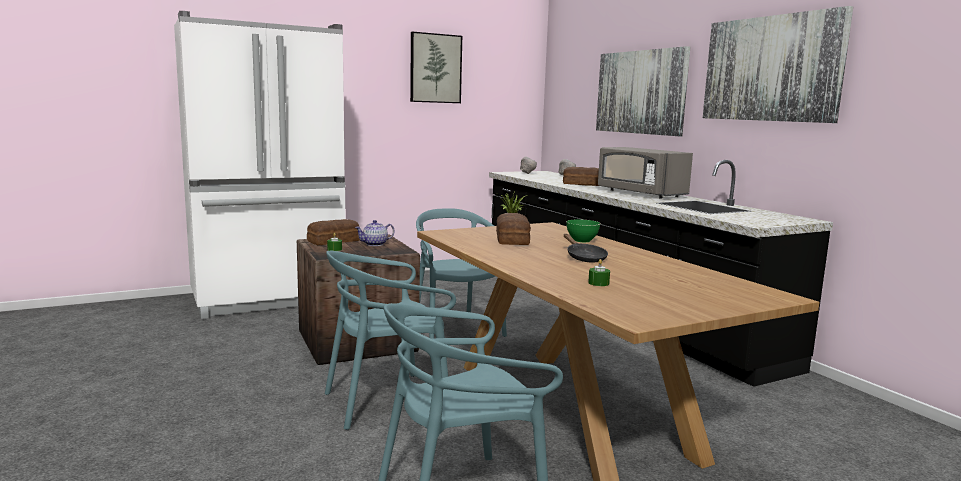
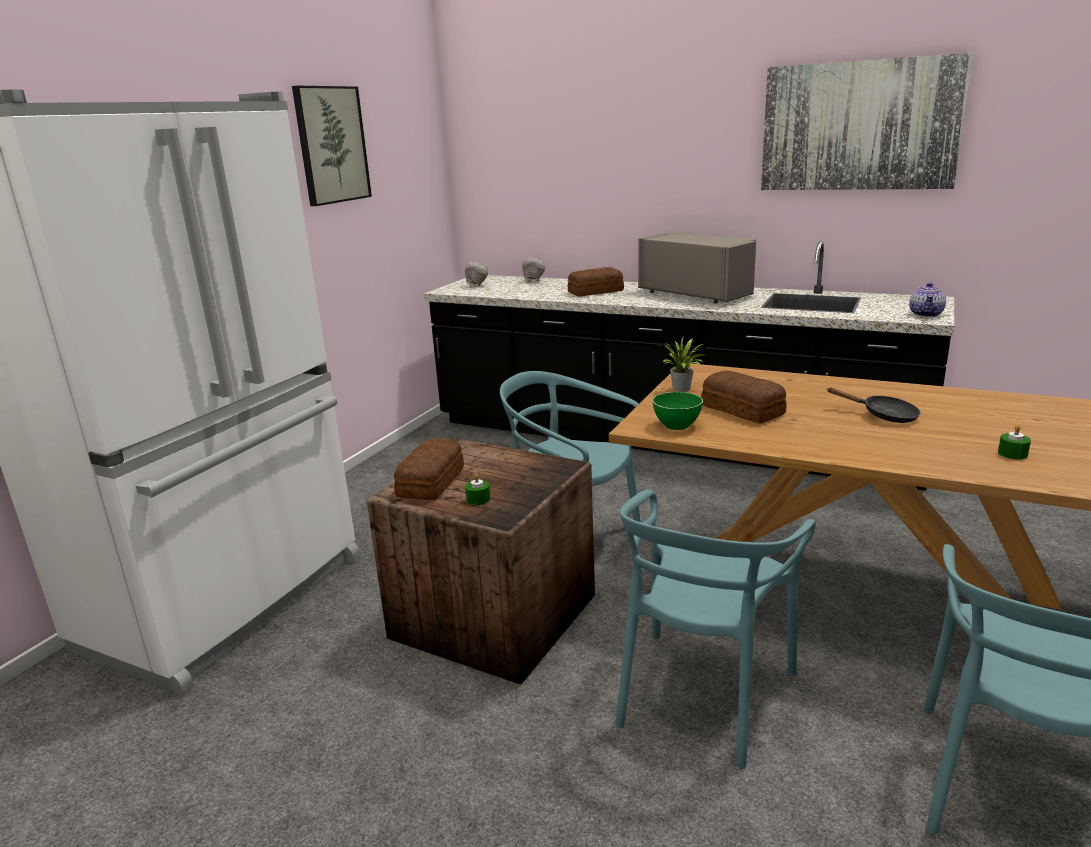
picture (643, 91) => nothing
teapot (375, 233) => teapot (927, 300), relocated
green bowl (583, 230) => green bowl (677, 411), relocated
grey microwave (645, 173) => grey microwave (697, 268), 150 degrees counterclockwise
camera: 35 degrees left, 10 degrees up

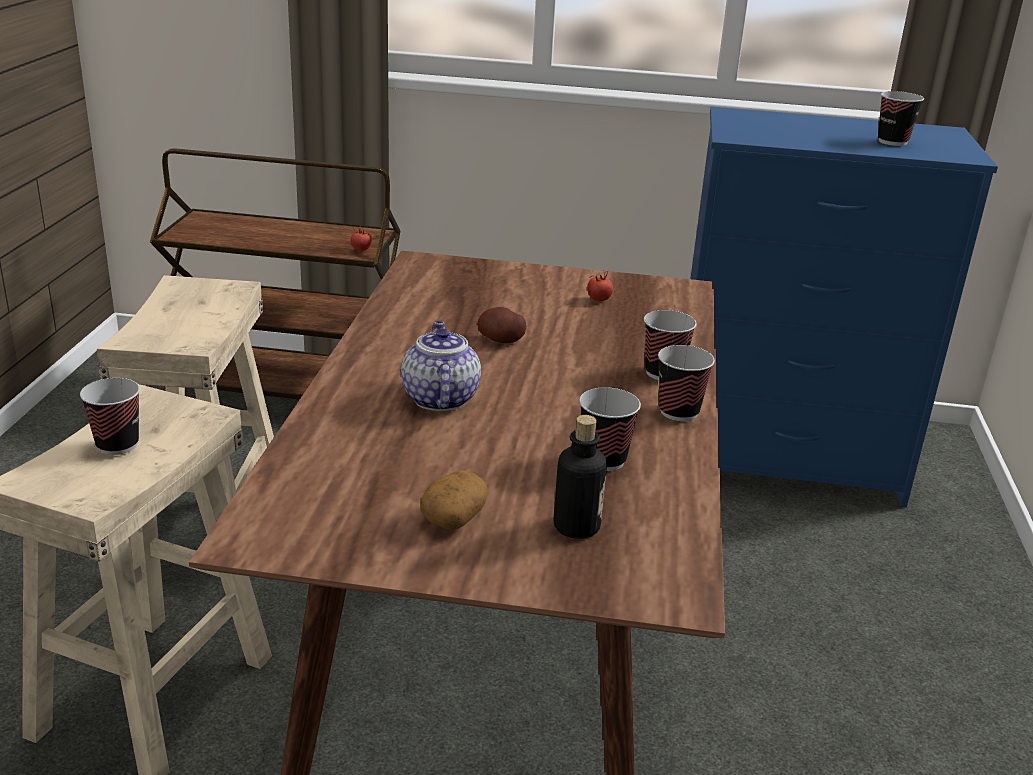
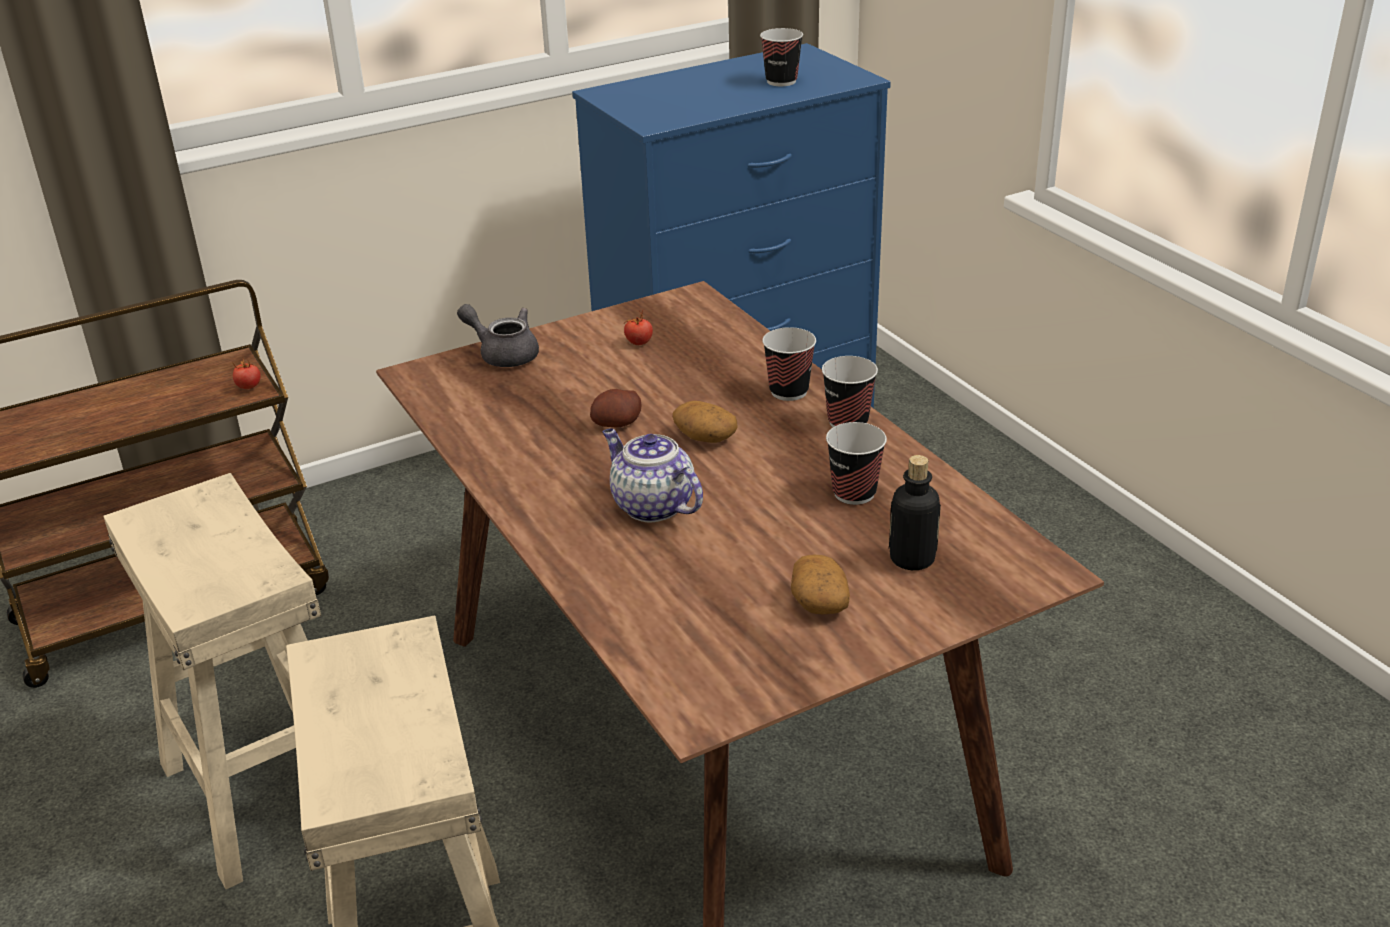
cup (110, 416) => nothing
nothing => grey teapot (498, 335)
nothing => potato (705, 422)
camera: 35 degrees left, 5 degrees up

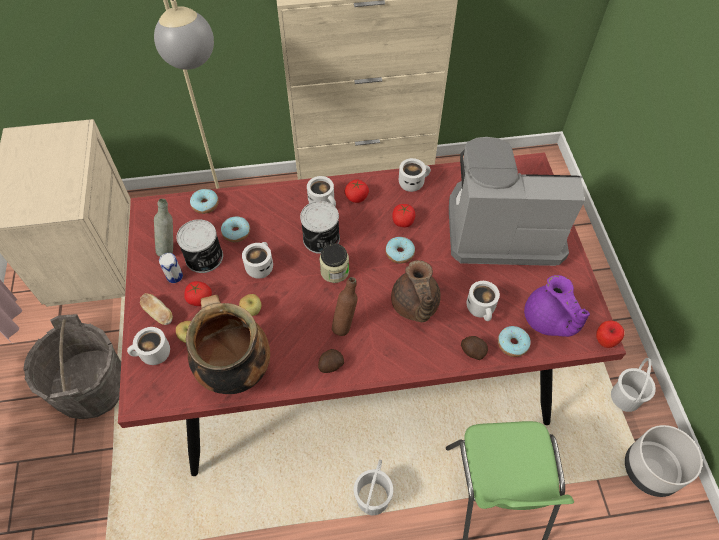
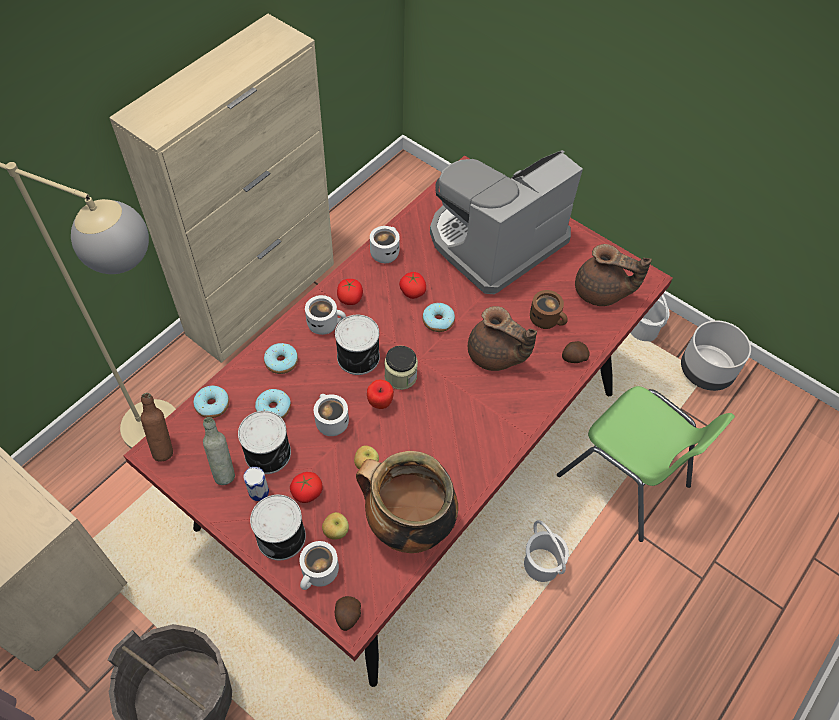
potato (331, 361) => potato (348, 613), relocated
brown bottle (345, 306) => brown bottle (157, 427), relocated
donut (514, 341) => donut (281, 358), relocated
apple (610, 334) => apple (380, 394), relocated
bread (156, 309) => can (278, 527)
white mug (483, 301) => brown mug (549, 309)
purple teapot (557, 306) => brown teapot (613, 275)
camera: 45 degrees left, 0 degrees up

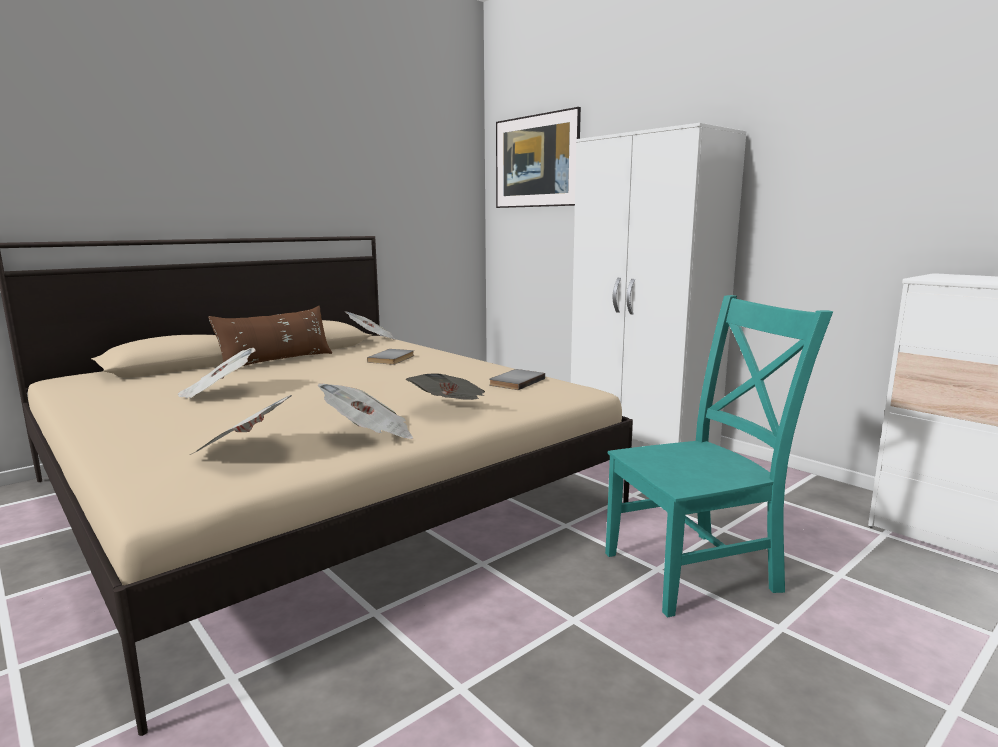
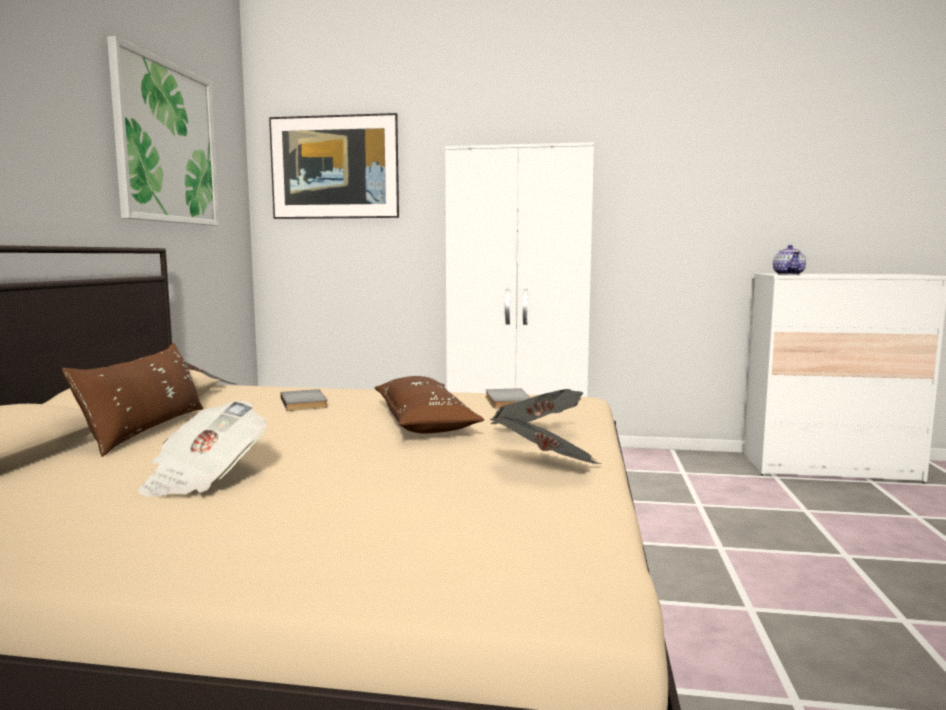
newspaper (241, 425) => nothing
turquoise chair (719, 456) => nothing
nothing => picture (163, 131)
nothing => brown pillow (429, 405)
nothing => teapot (789, 260)
camera: 40 degrees left, 5 degrees down

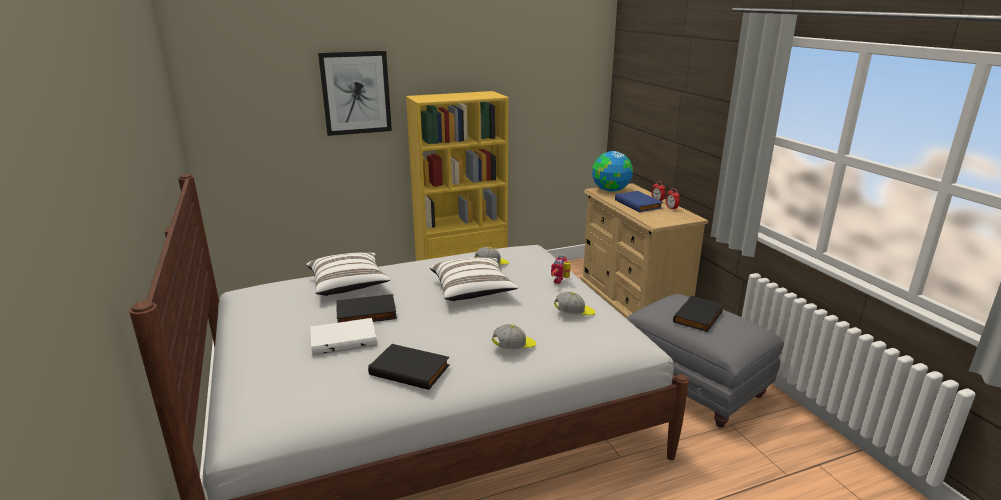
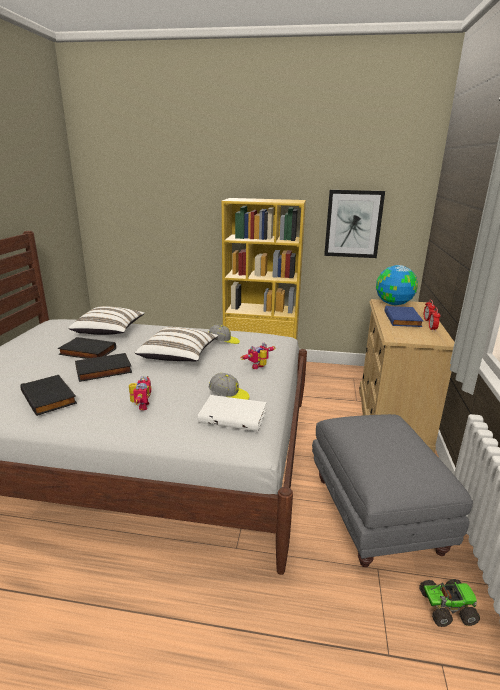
nothing => toy truck (449, 603)
white book (344, 337) => white book (232, 413), relocated
picture (355, 93) => picture (354, 224), relocated
black book (698, 314) => black book (103, 367), relocated
cap (514, 336) => toy robot (140, 393)
camera: 30 degrees right, 0 degrees up

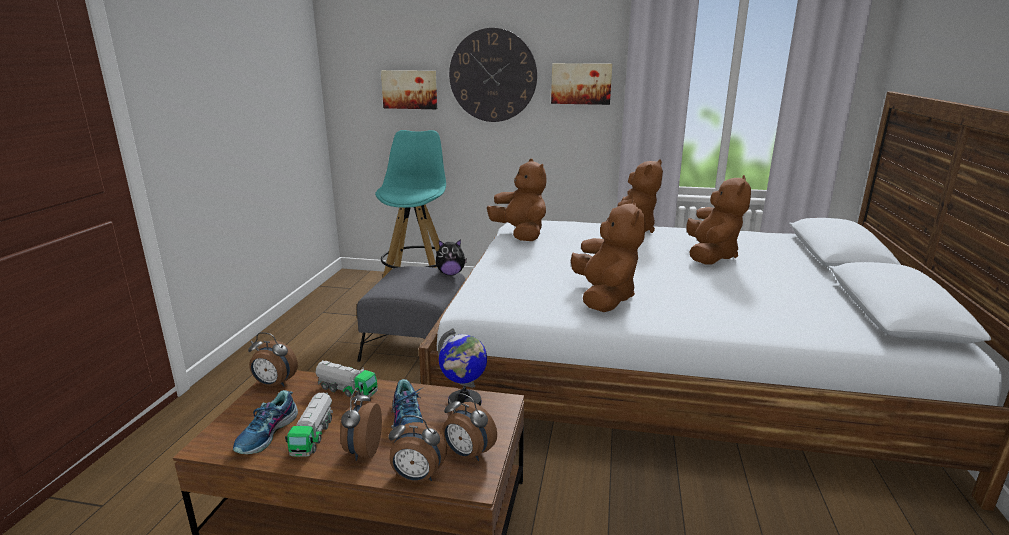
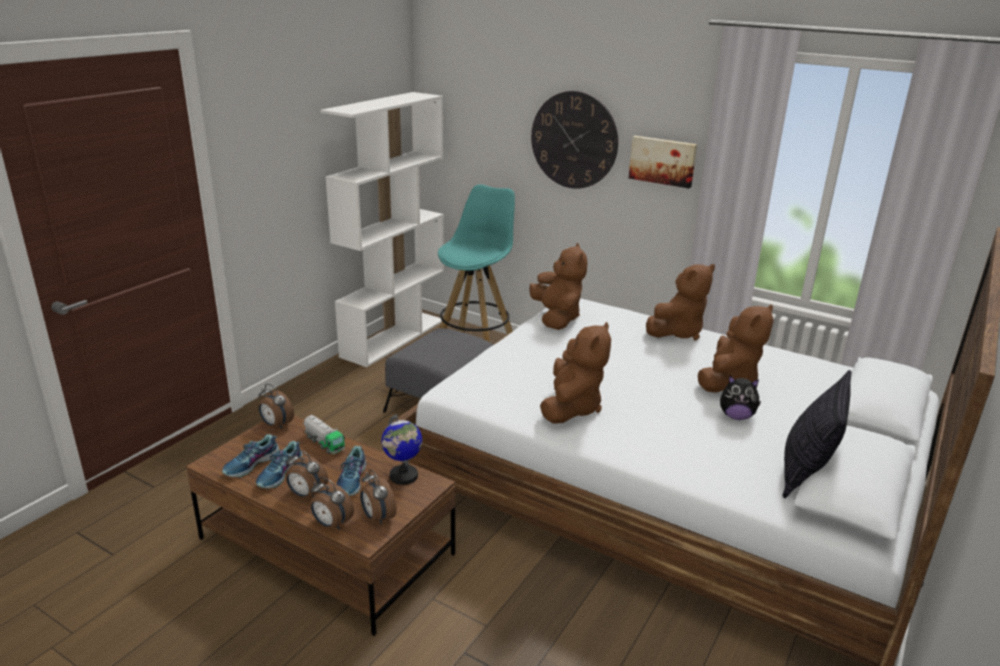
picture (409, 89) => nothing
nothing => white bookcase (382, 229)
nothing => pillow (816, 434)
plush toy (451, 257) => plush toy (740, 398), relocated
toy truck (309, 425) => shoe (279, 464)
alarm clock (361, 424) => alarm clock (307, 474), 90 degrees counterclockwise
camera: 20 degrees right, 5 degrees up

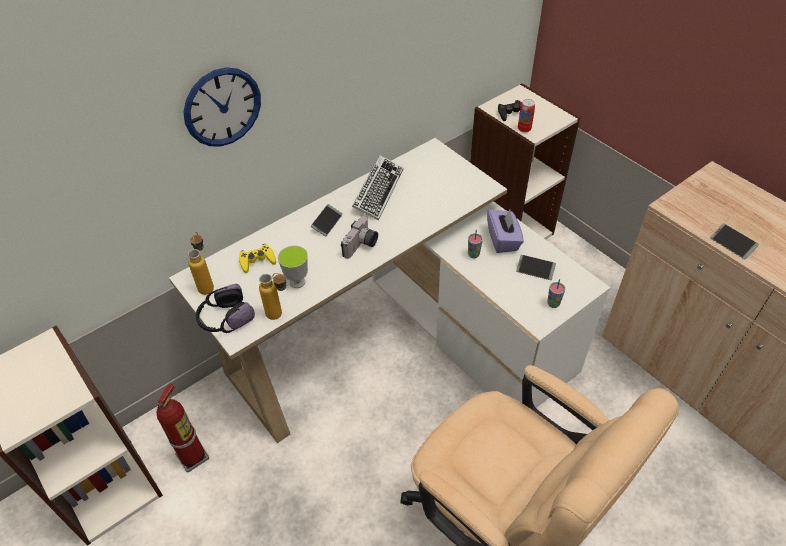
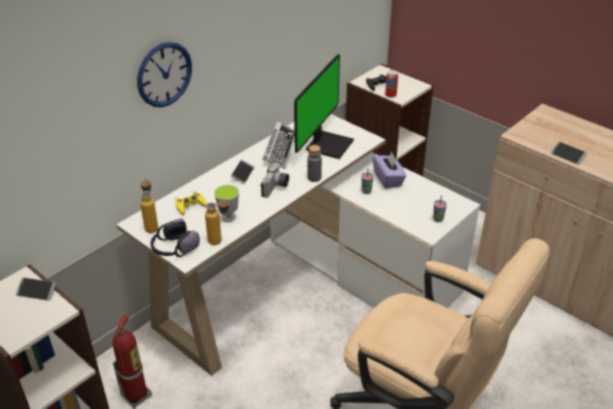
nothing => monitor (324, 106)
nothing => grey bottle (314, 163)
phone (536, 267) => phone (36, 289), relocated
camera: 10 degrees left, 10 degrees down

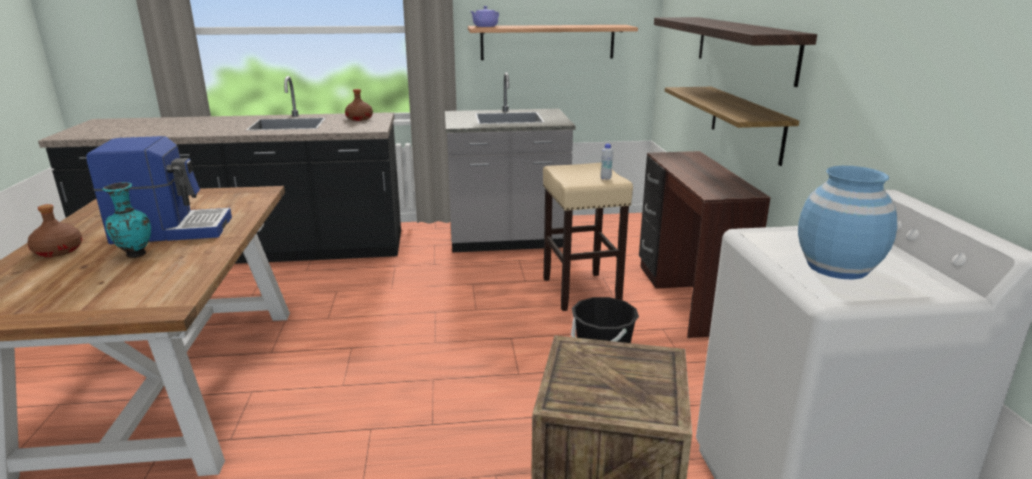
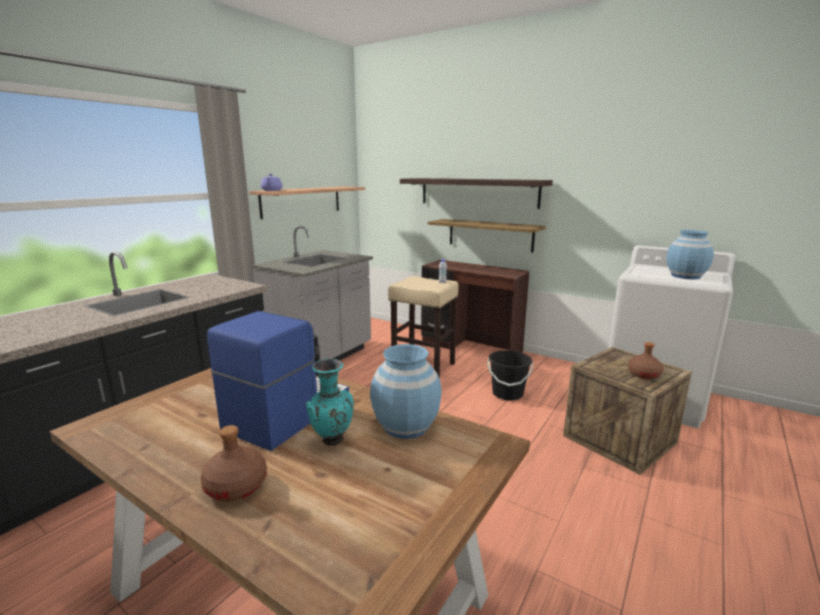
nothing => blue vase (406, 391)
brown bottle (359, 105) => brown bottle (646, 360), relocated
camera: 50 degrees left, 5 degrees down

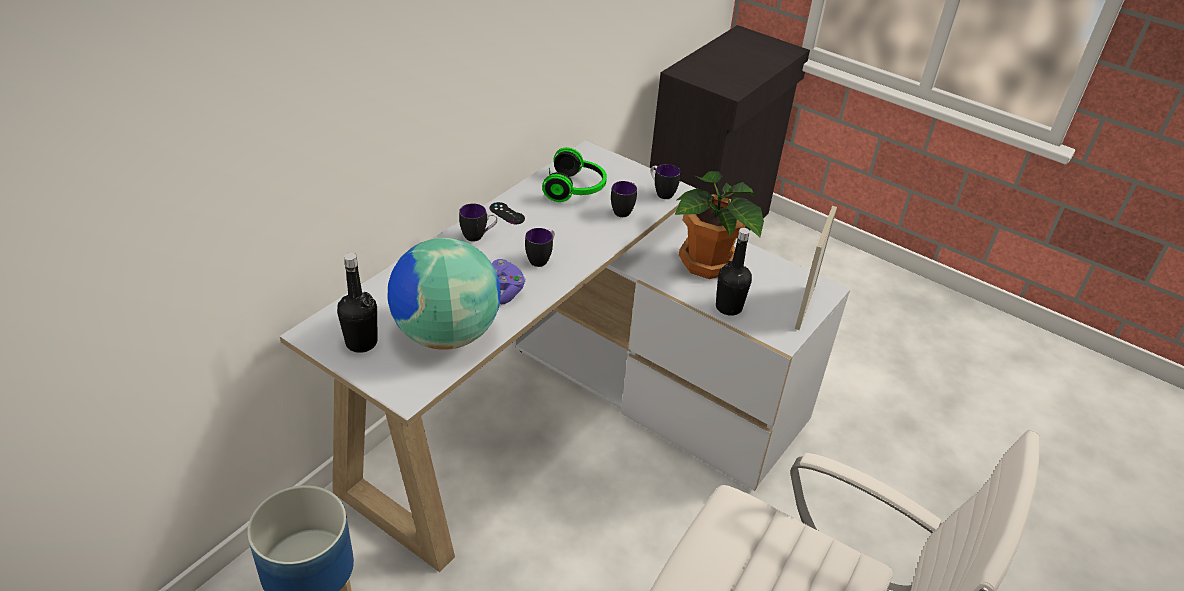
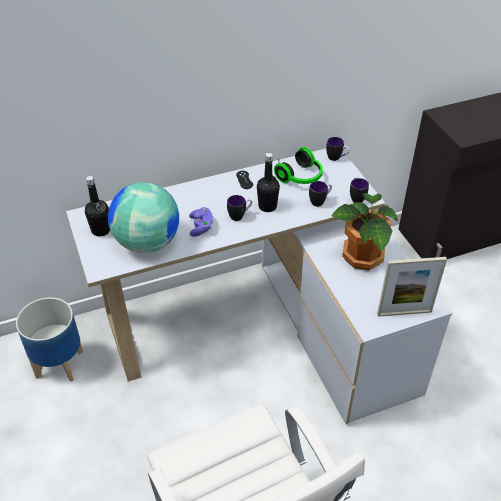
mug (478, 222) => mug (338, 149), relocated
black bottle (734, 272) => black bottle (268, 182), relocated
picture frame (816, 268) => picture frame (412, 287), 150 degrees counterclockwise
camera: 35 degrees right, 5 degrees up

